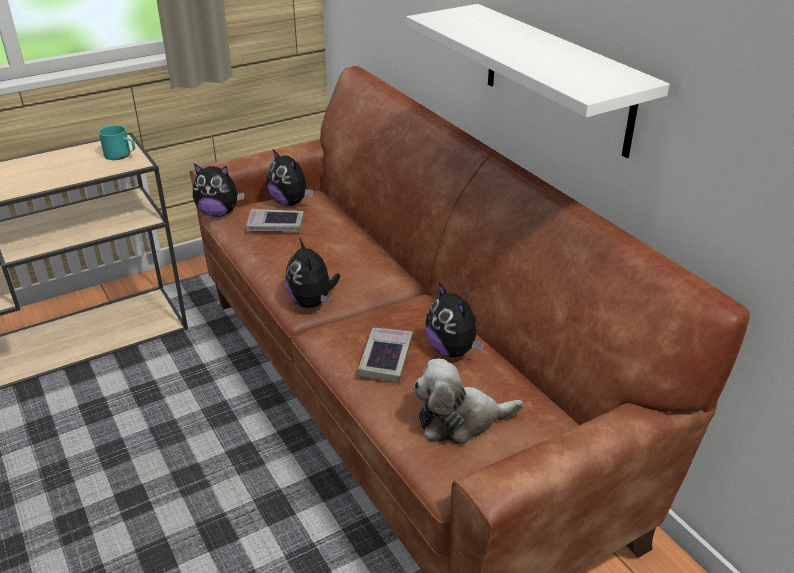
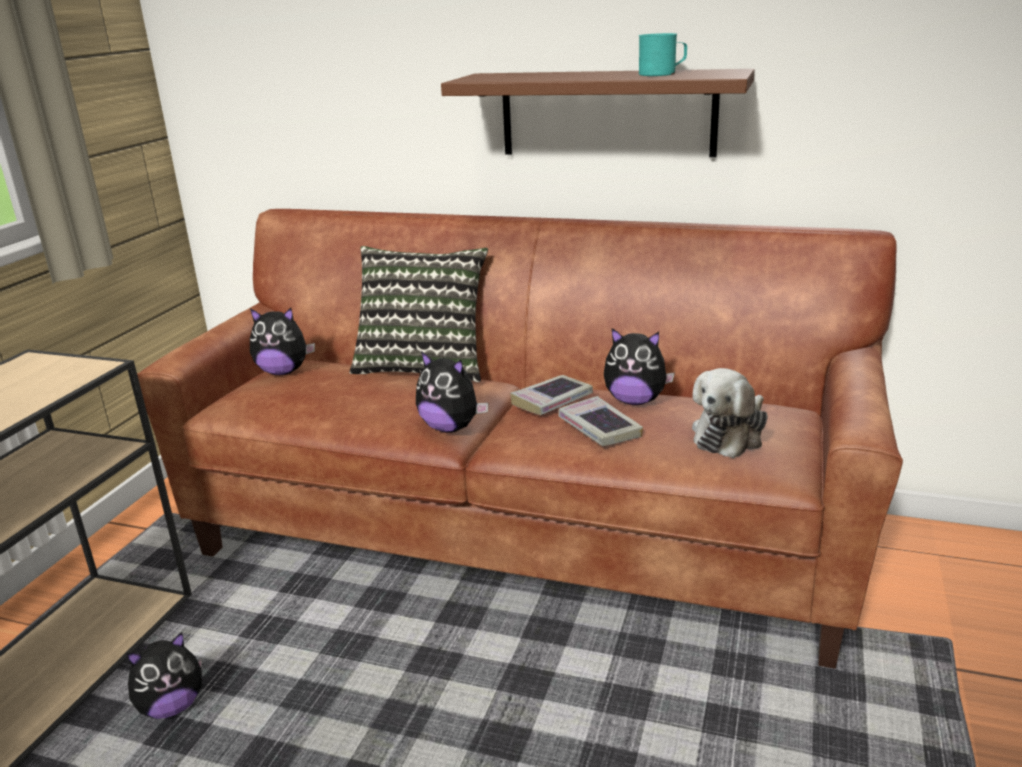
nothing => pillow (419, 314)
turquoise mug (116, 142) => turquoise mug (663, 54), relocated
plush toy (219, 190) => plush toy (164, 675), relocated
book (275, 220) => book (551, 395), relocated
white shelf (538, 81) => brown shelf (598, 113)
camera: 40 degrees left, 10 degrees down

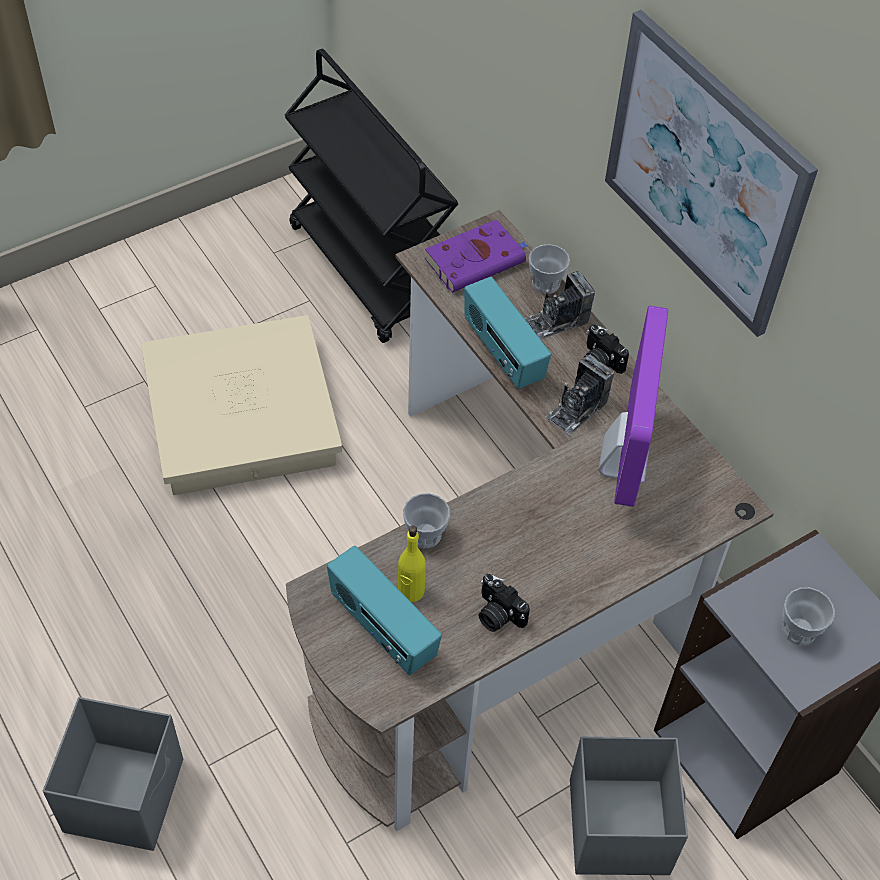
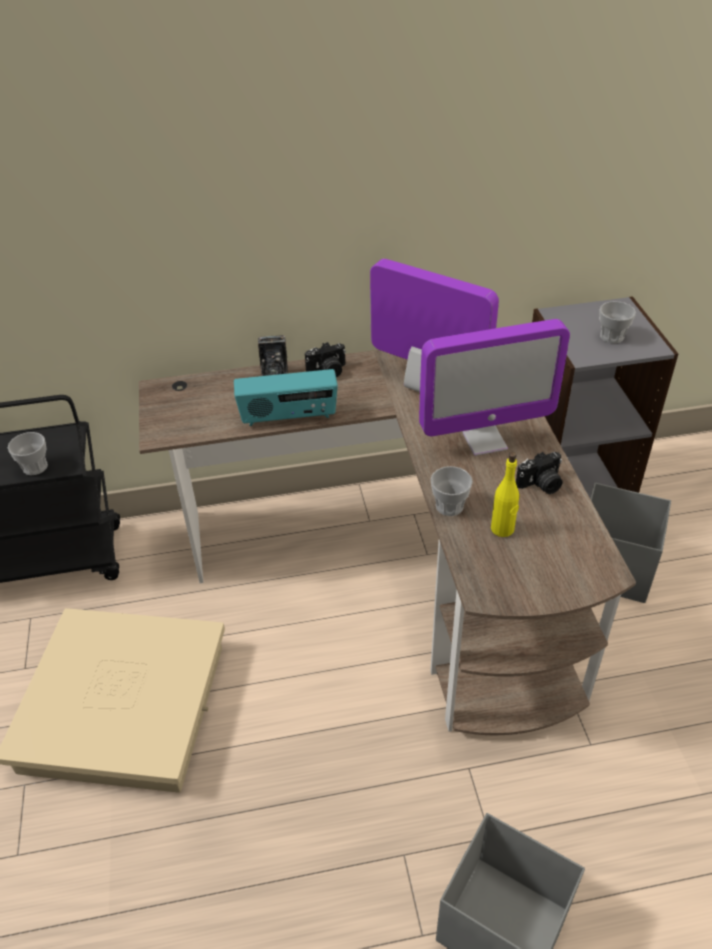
radio (384, 610) => nothing
purple book (477, 256) => nothing
photo camera (579, 394) => nothing
picture (711, 173) => nothing
nothing => monitor (494, 387)
cup (549, 269) => cup (28, 453), relocated
camera: 65 degrees left, 10 degrees down

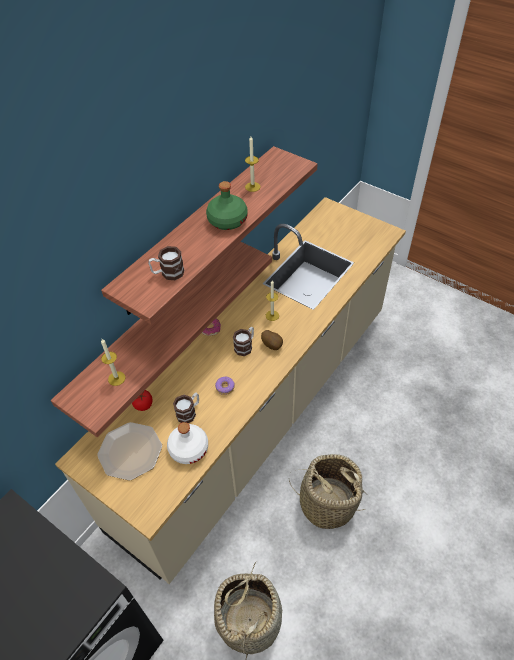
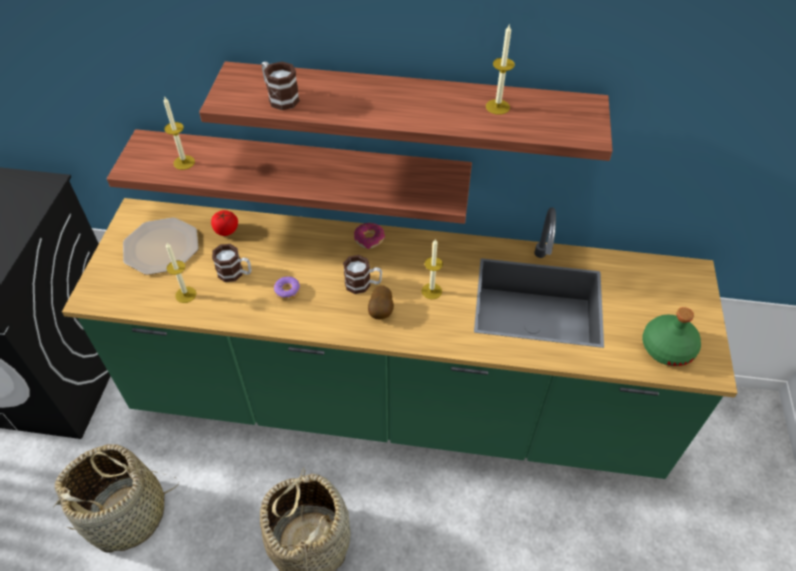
green bottle (227, 205) => green bottle (671, 336), relocated
white bottle (187, 443) => candle (181, 273)
beige counter (230, 390) => green counter (399, 338)
camera: 60 degrees right, 0 degrees up

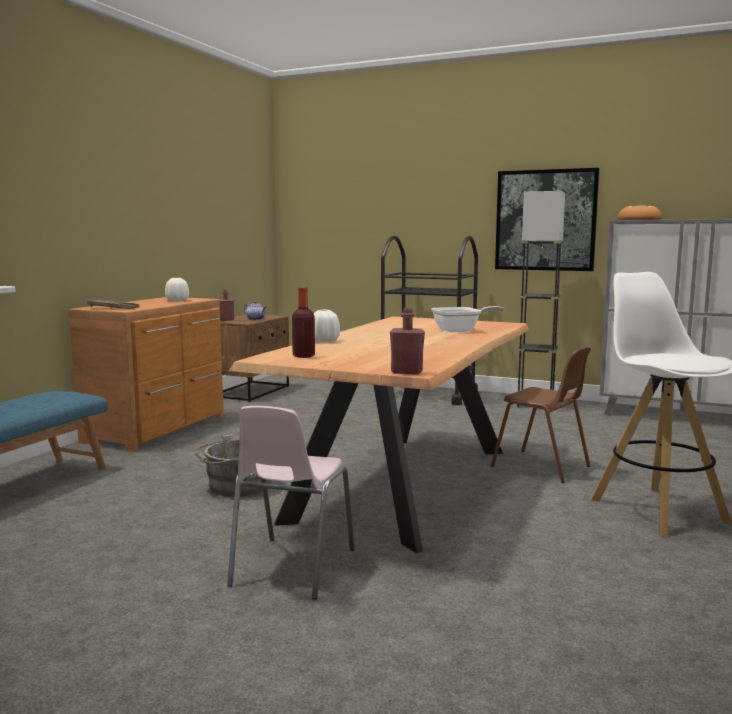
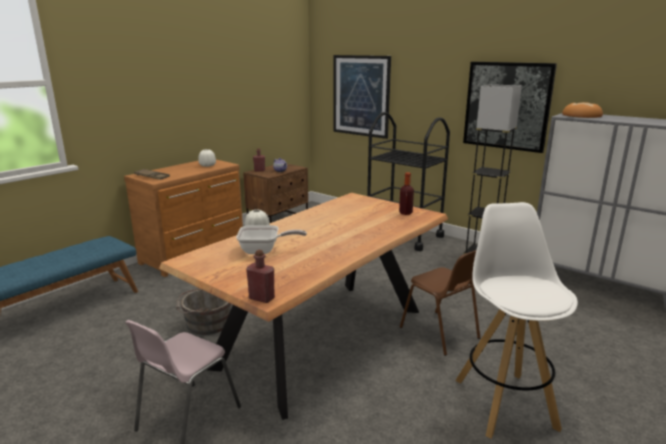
nothing => picture (362, 97)
bottle (303, 322) => bottle (406, 193), relocated
frying pan (467, 319) => frying pan (271, 239), relocated
camera: 15 degrees right, 10 degrees up

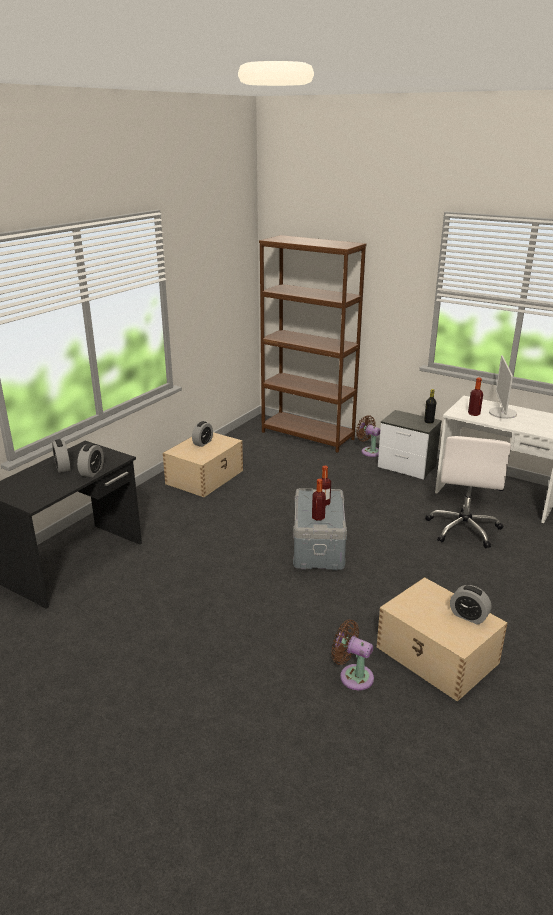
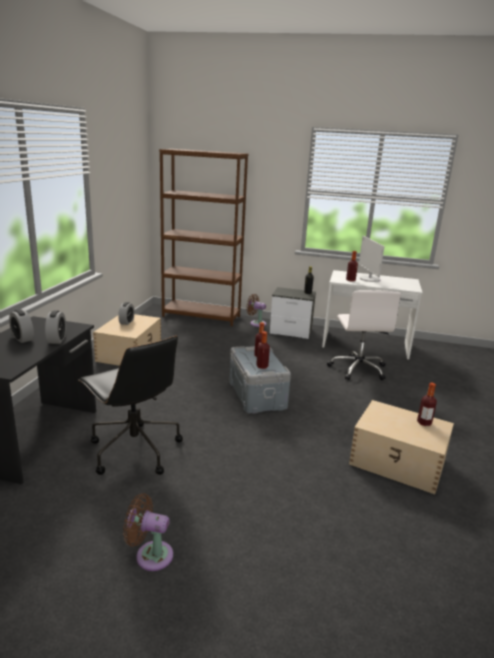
nothing => black office chair (130, 405)
brown fan (352, 655) => brown fan (148, 532), relocated
alarm clock (470, 605) => bottle (427, 404)
camera: 20 degrees left, 5 degrees down

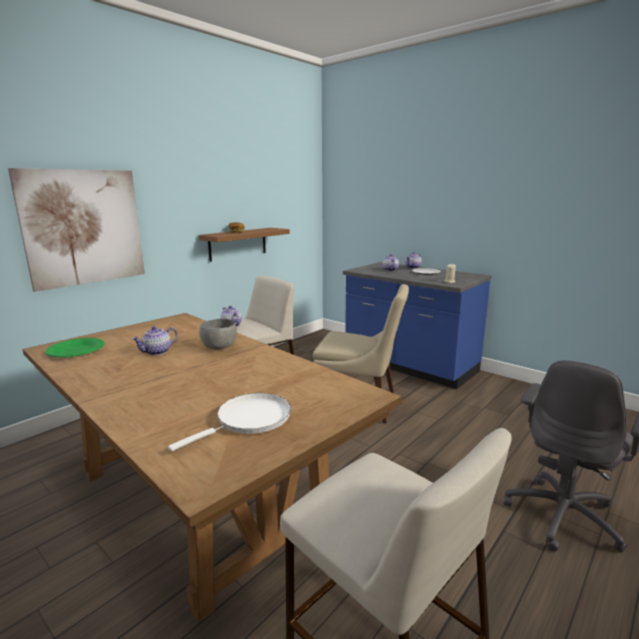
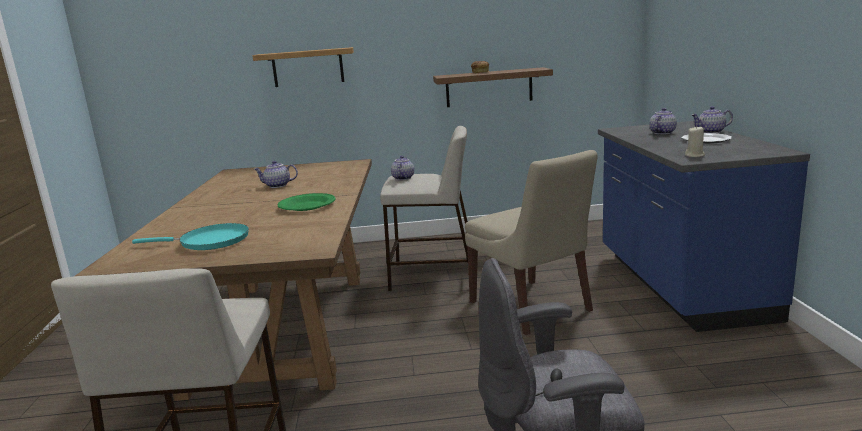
grey bowl (218, 334) => nothing
green plate (75, 347) => green plate (306, 202), relocated
picture (76, 230) => shelf (303, 67)
white frying pan (229, 422) => turquoise frying pan (190, 236)
camera: 45 degrees right, 0 degrees up

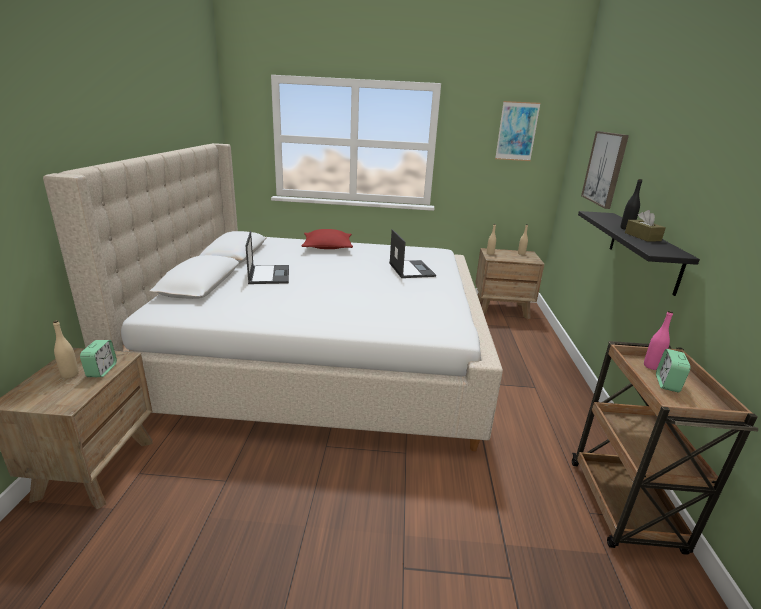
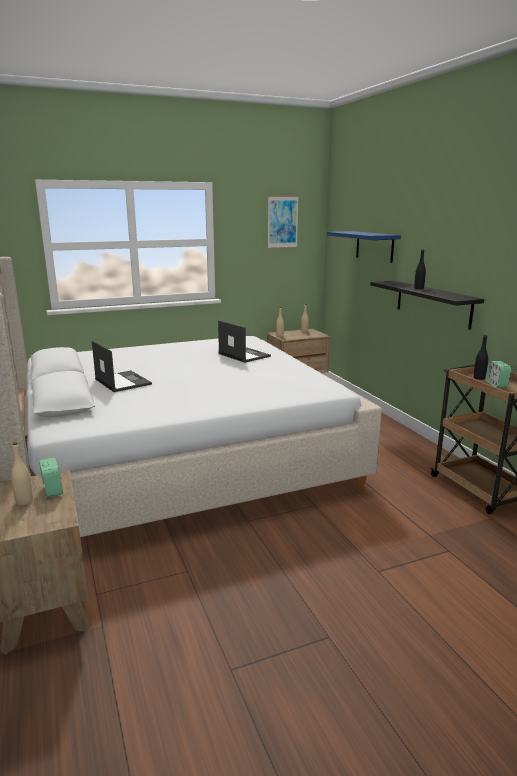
red pillow (327, 239) => nothing
brown tissue box (645, 226) => nothing
picture (605, 170) => blue shelf (364, 247)
pink bottle (658, 340) => black bottle (481, 357)
camera: 25 degrees left, 5 degrees down

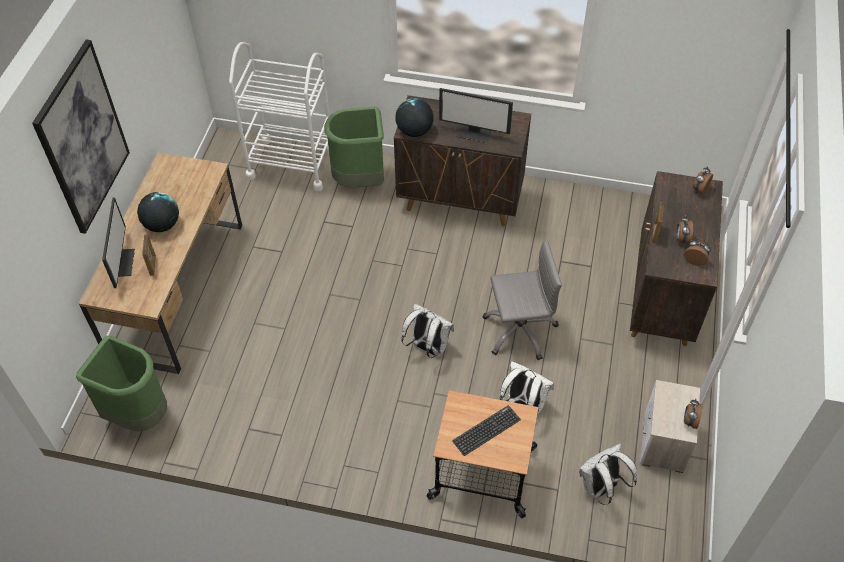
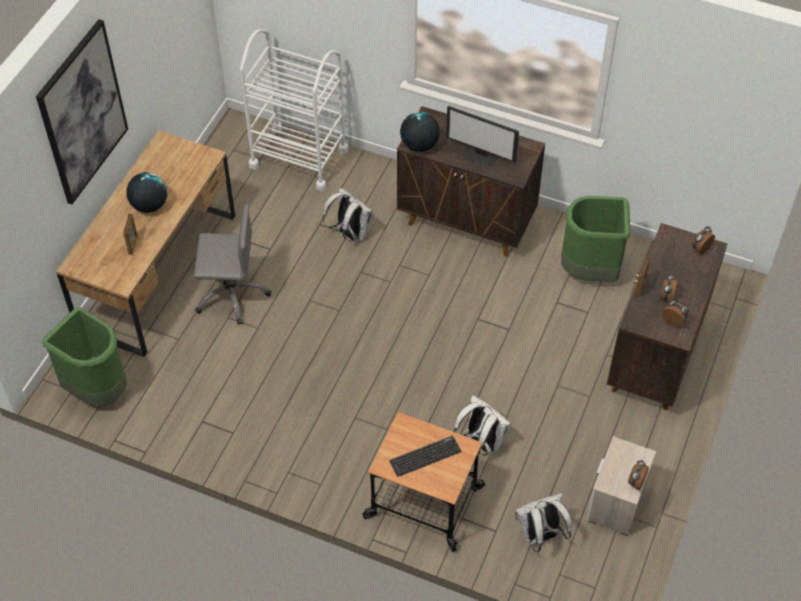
monitor (118, 242) => nothing
green trash can (354, 147) => green trash can (595, 239), relocated
white backpack (427, 331) => white backpack (348, 215), relocated
grey office chair (522, 300) => grey office chair (232, 264), relocated
camera: 10 degrees right, 0 degrees up

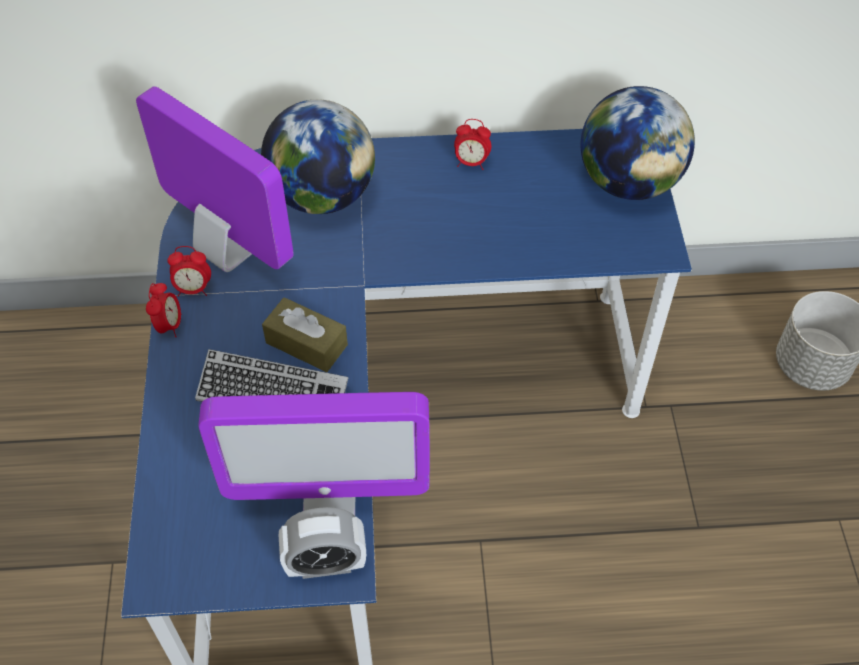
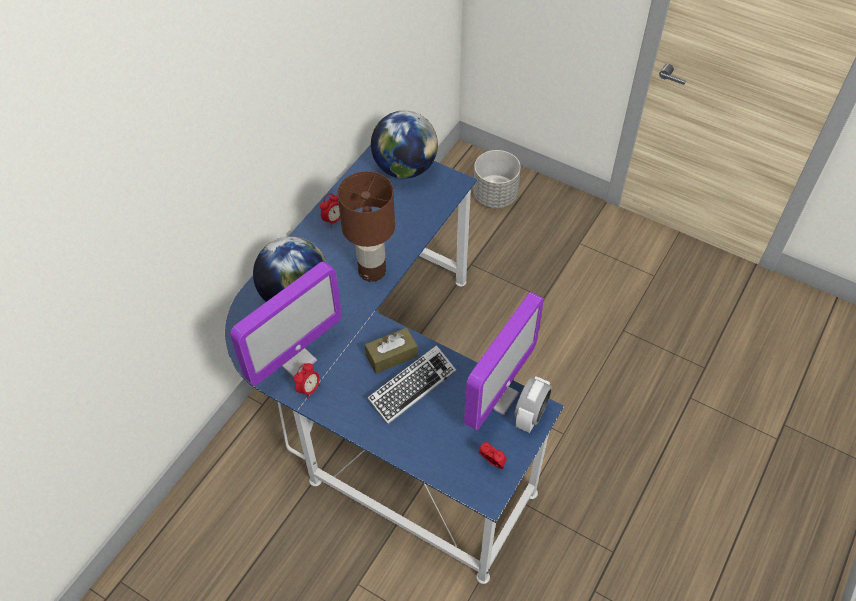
nothing => brown table lamp (366, 226)
alarm clock (164, 310) => alarm clock (493, 455), relocated
monitor (215, 179) => monitor (286, 323), 150 degrees clockwise
camera: 55 degrees left, 0 degrees up

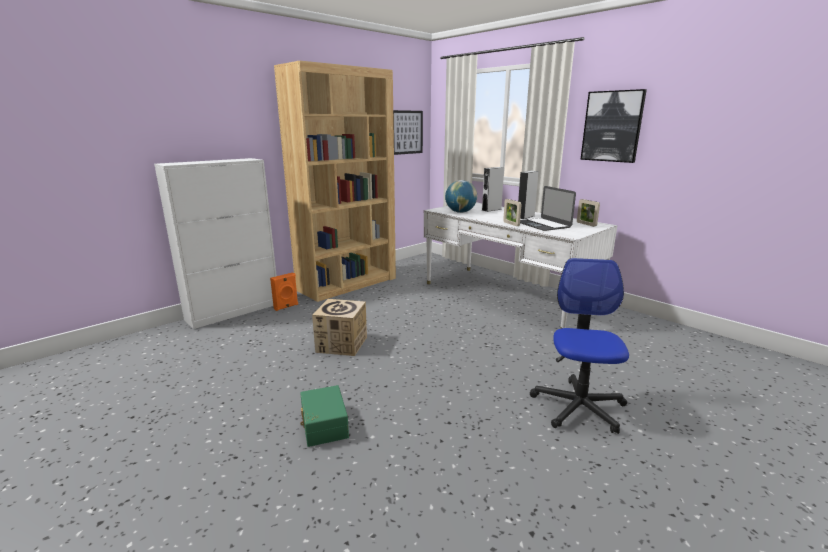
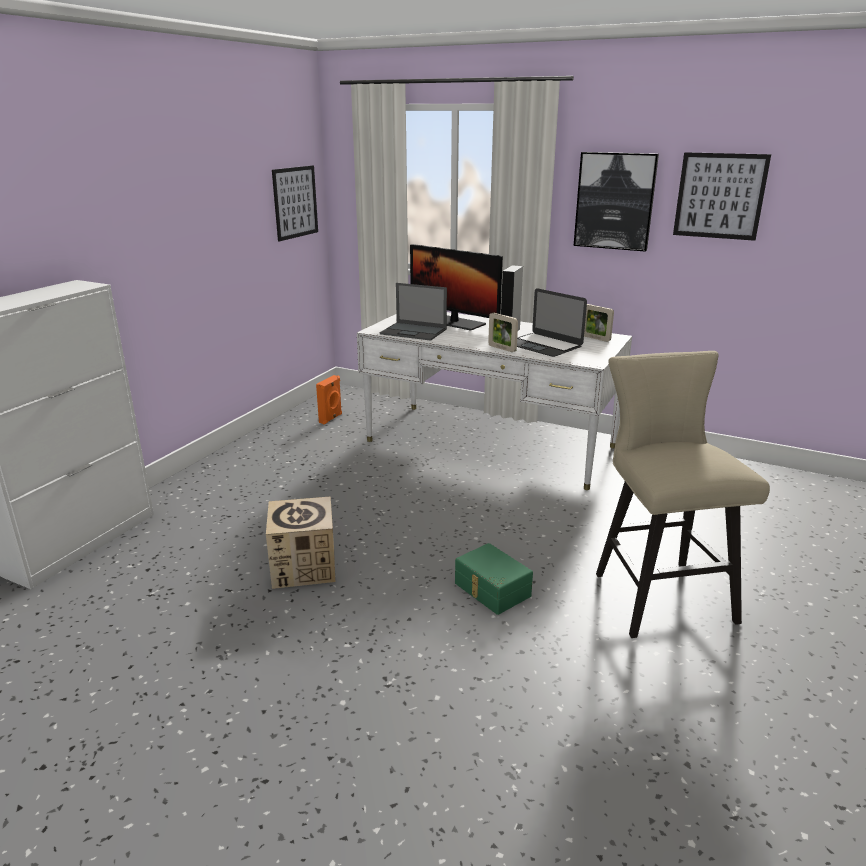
brown bookcase (335, 181) => nothing
nothing => picture (722, 196)
orange speaker (284, 292) => orange speaker (329, 400), relocated
green storage box (324, 416) => green storage box (494, 579), relocated
globe (461, 196) => laptop (413, 312)
grey speaker (493, 189) => monitor (456, 287)
office chair (579, 346) => beige stool (683, 494)
camera: 20 degrees left, 5 degrees up

